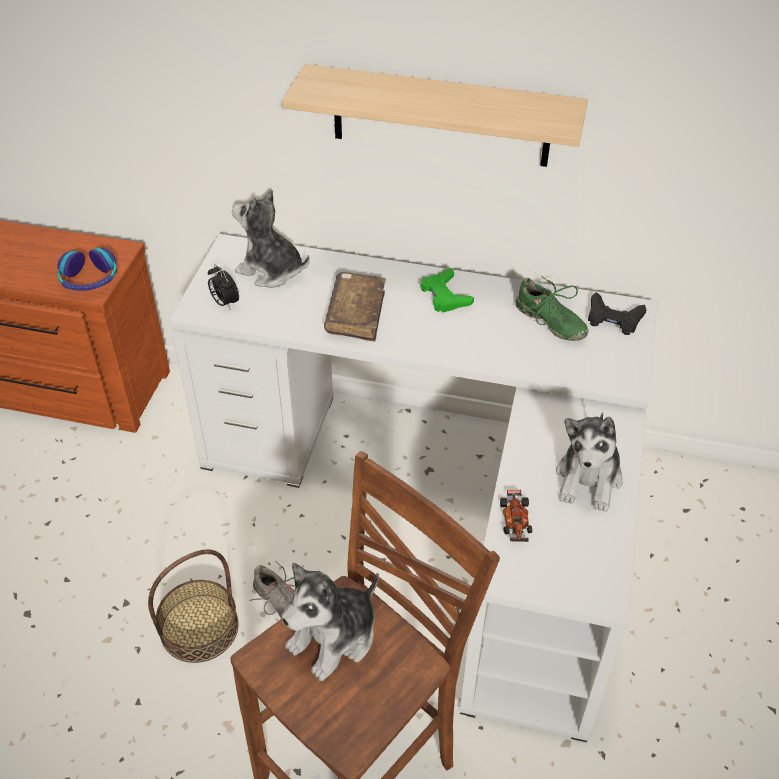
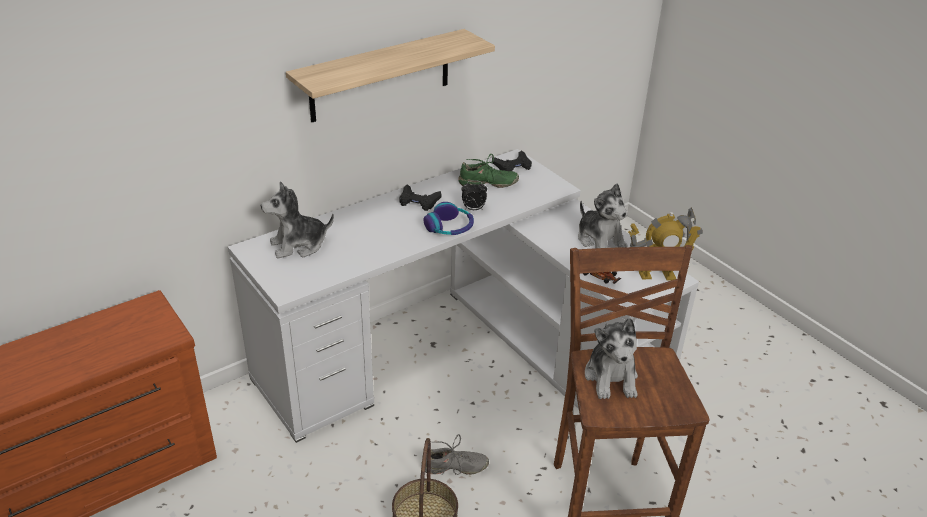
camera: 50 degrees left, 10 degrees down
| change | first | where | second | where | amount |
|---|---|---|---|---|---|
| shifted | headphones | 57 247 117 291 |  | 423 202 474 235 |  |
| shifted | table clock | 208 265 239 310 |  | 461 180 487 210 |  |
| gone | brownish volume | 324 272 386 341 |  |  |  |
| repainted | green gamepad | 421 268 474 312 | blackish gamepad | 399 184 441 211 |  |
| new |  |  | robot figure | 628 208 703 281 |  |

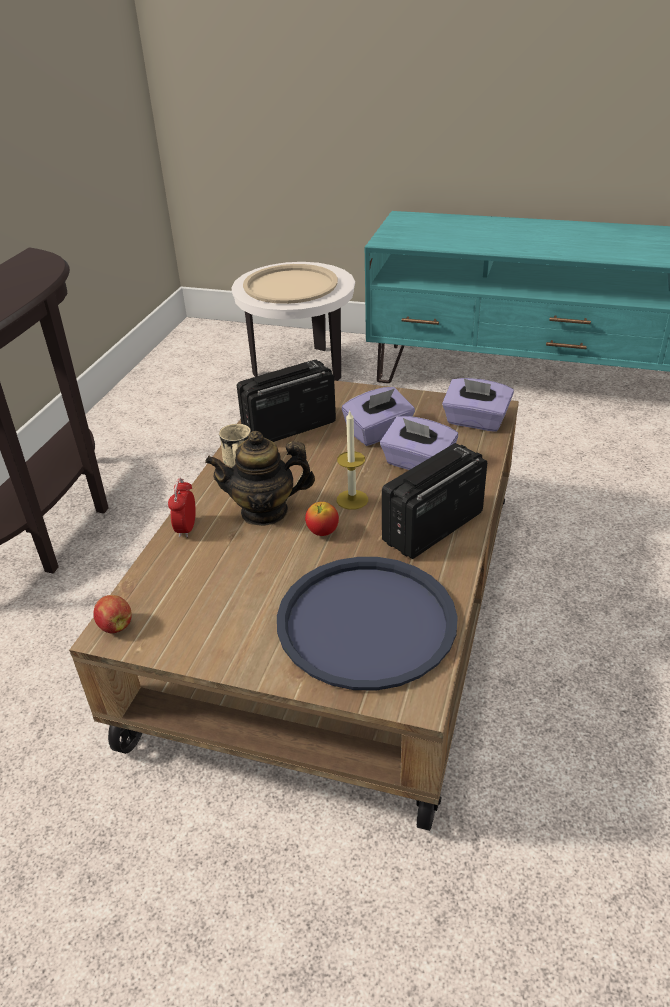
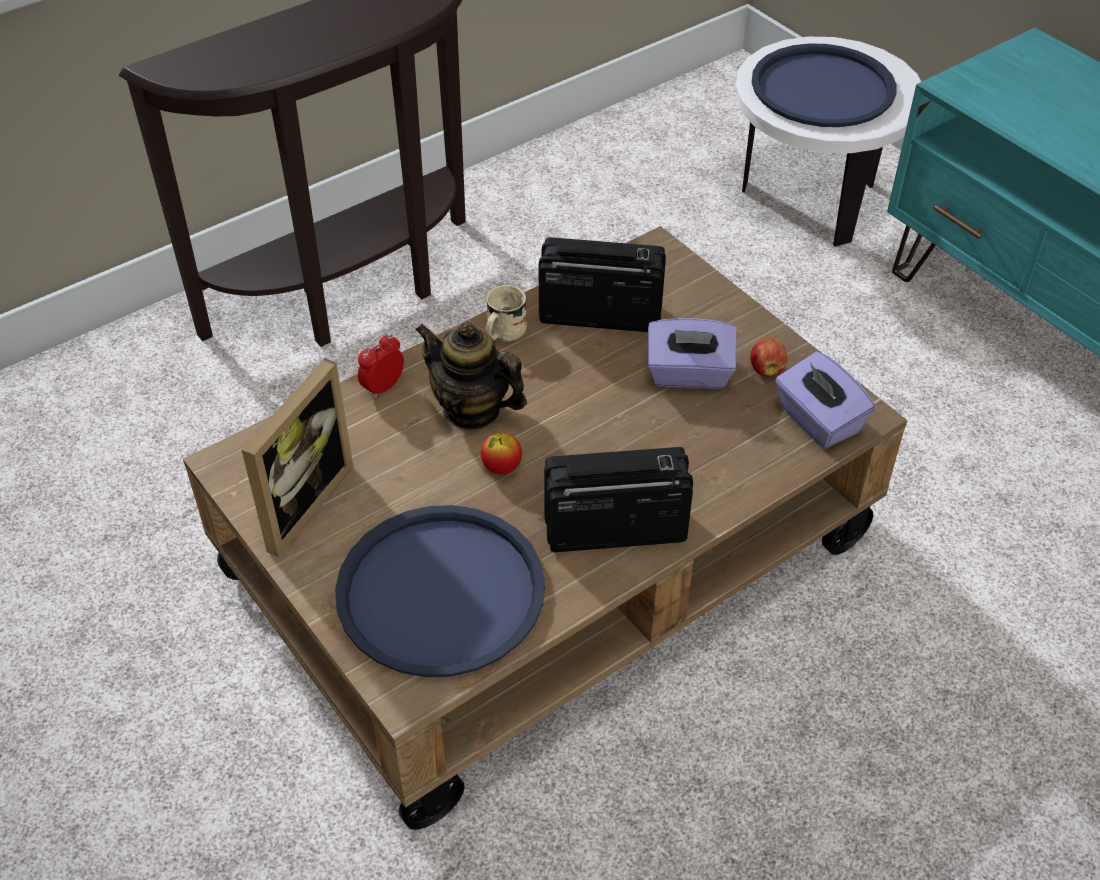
camera: 35 degrees right, 10 degrees up
| change | first | where | second | where | amount |
|---|---|---|---|---|---|
| shifted | apple | 93 595 132 633 |  | 750 337 787 377 |  |
| repainted | sand-coloured carrying tray | 243 264 338 304 | blue carrying tray | 752 43 897 127 |  |
| gone | wax light | 337 411 368 510 |  |  |  |
| gone | purple-coloured tissue holder | 380 416 458 470 |  |  |  |
| new |  |  | standing frame | 242 358 353 557 |  |

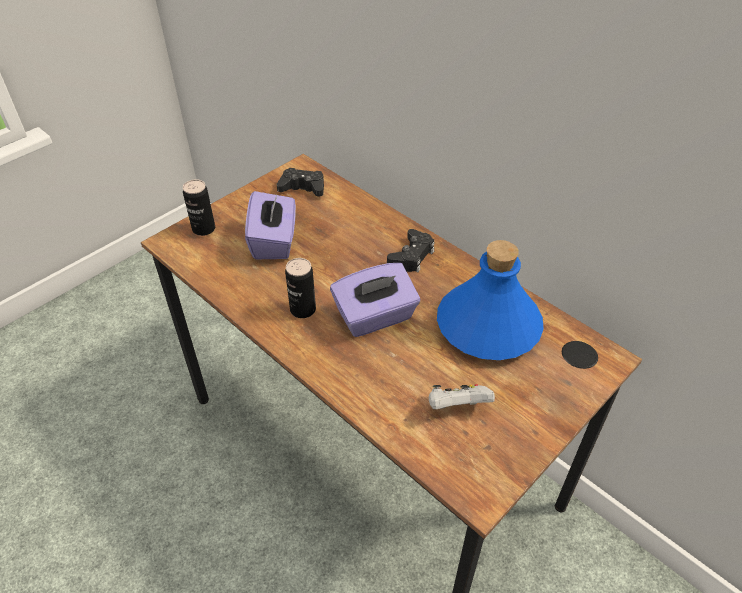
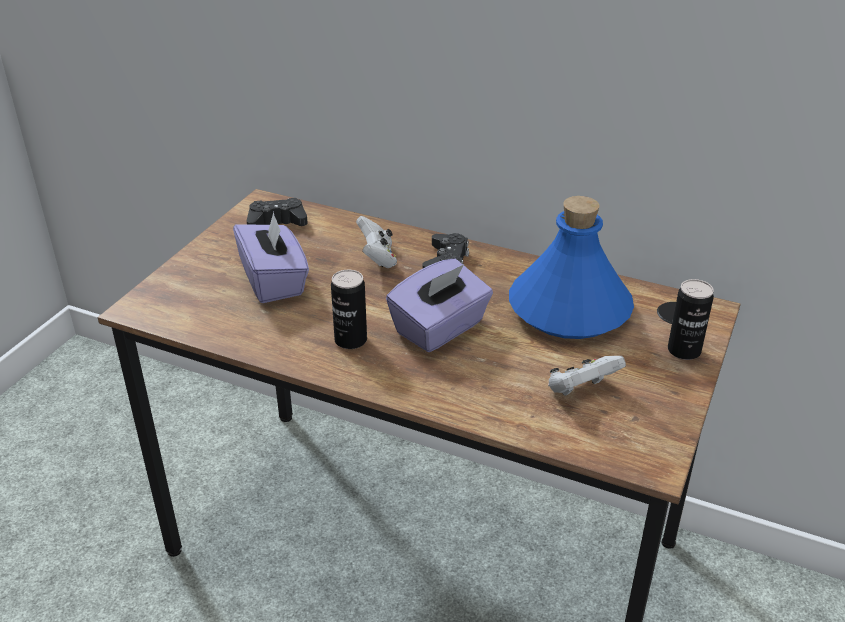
camera: 20 degrees left, 10 degrees down
| change | first | where | second | where | amount |
|---|---|---|---|---|---|
| shifted | sealed can | 183 179 215 236 |  | 668 279 714 360 |  |
| new |  |  | white-coloured gamepad | 356 216 397 268 |  |

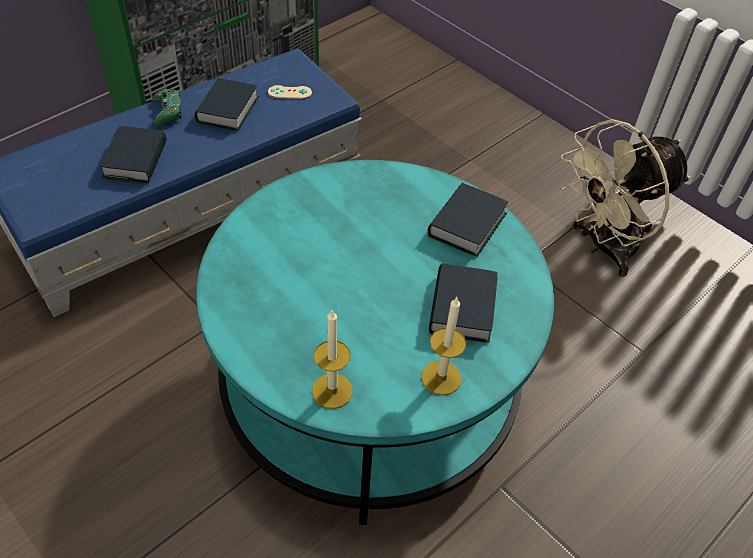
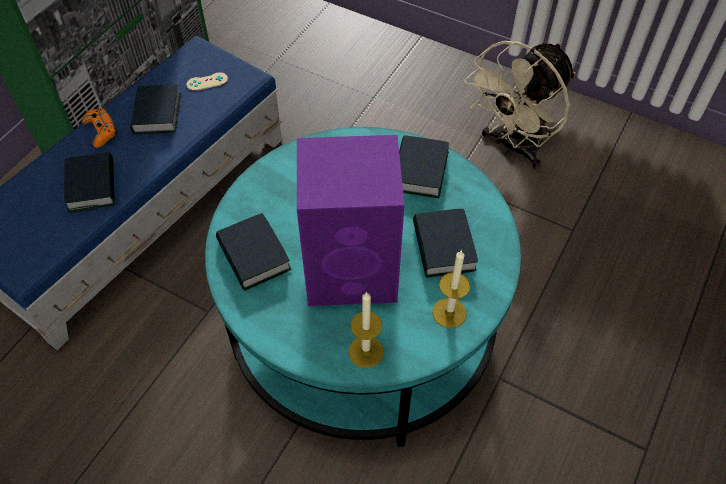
camera: 15 degrees left, 5 degrees up
| change | first | where | second | where | amount |
|---|---|---|---|---|---|
| repainted | green gamepad | 152 89 182 126 | orange gamepad | 82 108 118 148 |  |
| new |  |  | volume | 216 213 291 291 |  |
| new |  |  | purple-coloured loudspeaker | 297 135 405 306 |  |

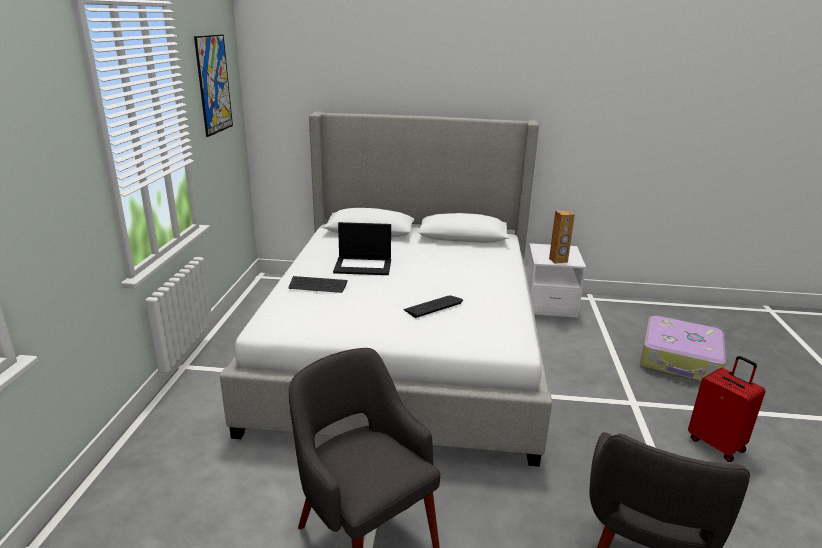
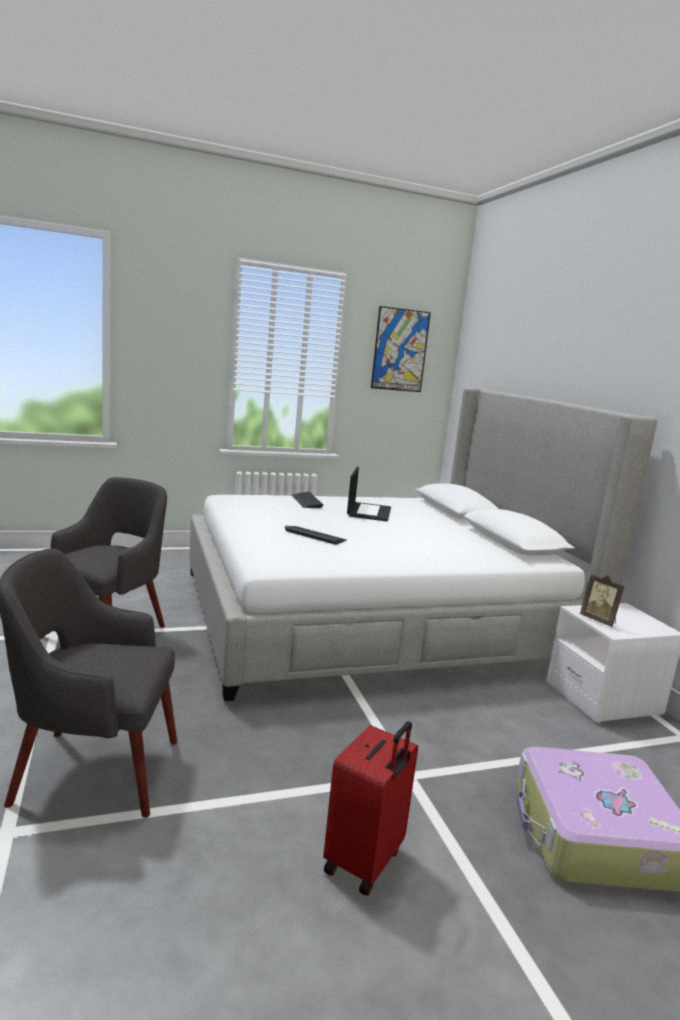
camera: 65 degrees right, 10 degrees down
| change | first | where | second | where | amount |
|---|---|---|---|---|---|
| rotated | portable computer | 333 222 391 275 |  | 347 467 391 521 | 150 degrees counterclockwise |
| swapped | brownish loudspeaker | 549 210 575 264 | standing frame | 580 574 624 627 |  |

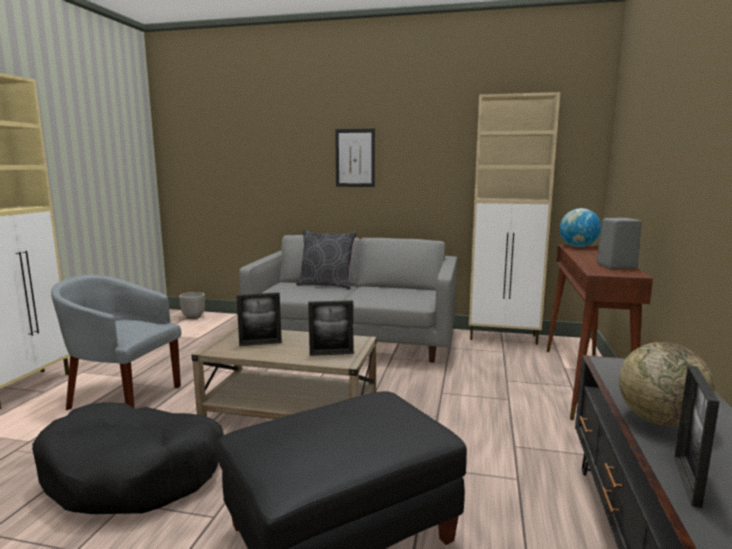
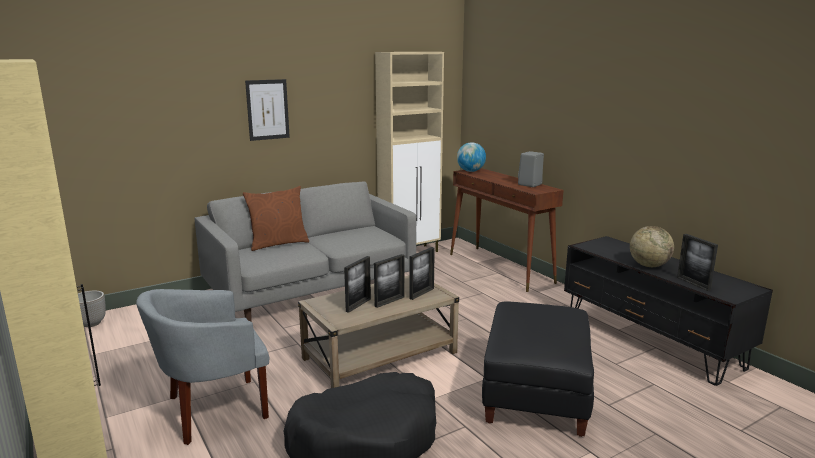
camera: 45 degrees left, 5 degrees up
| change | first | where | second | where | amount |
|---|---|---|---|---|---|
| repainted | greyish cushion | 296 230 357 289 | brownish cushion | 243 186 309 251 |  |
| new |  |  | standing frame | 374 254 405 308 |  |

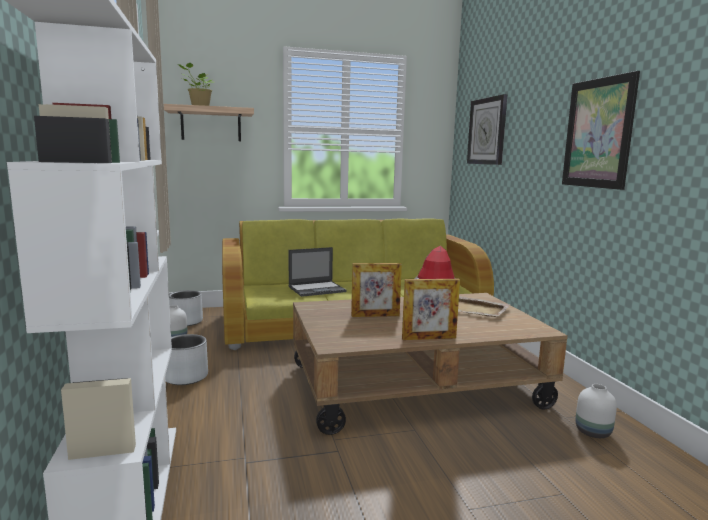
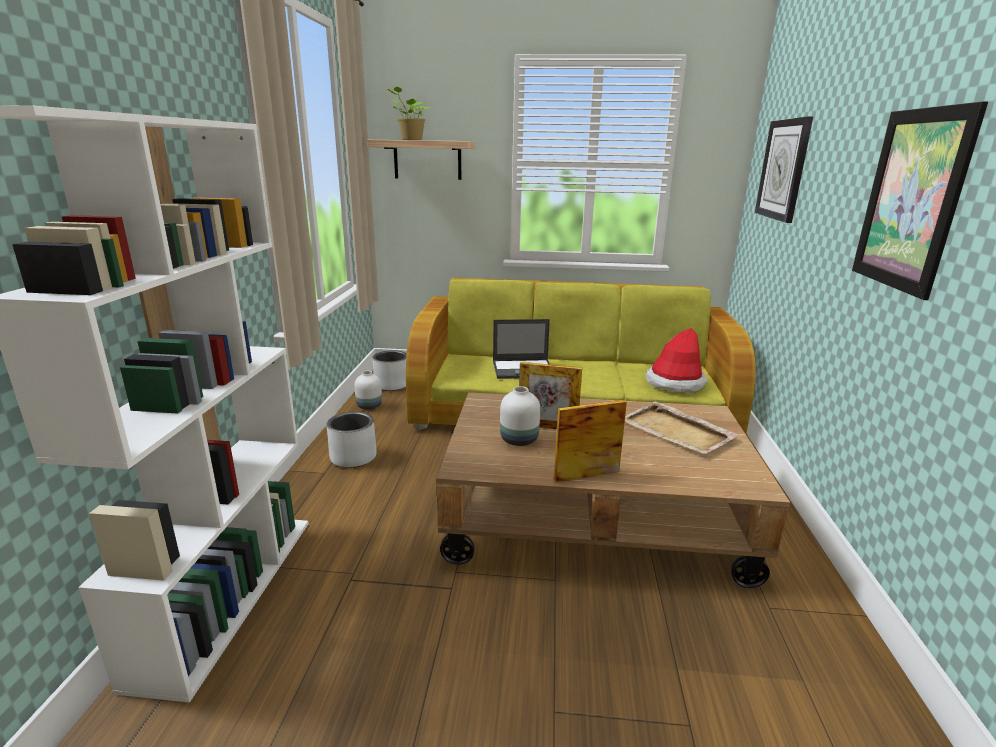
camera: 20 degrees right, 10 degrees up
| change | first | where | second | where | amount |
|---|---|---|---|---|---|
| rotated | standing frame | 402 279 460 340 |  | 554 400 627 483 | 150 degrees clockwise |
| shifted | white-coloured decorative vase | 576 384 617 438 |  | 500 386 540 446 |  |

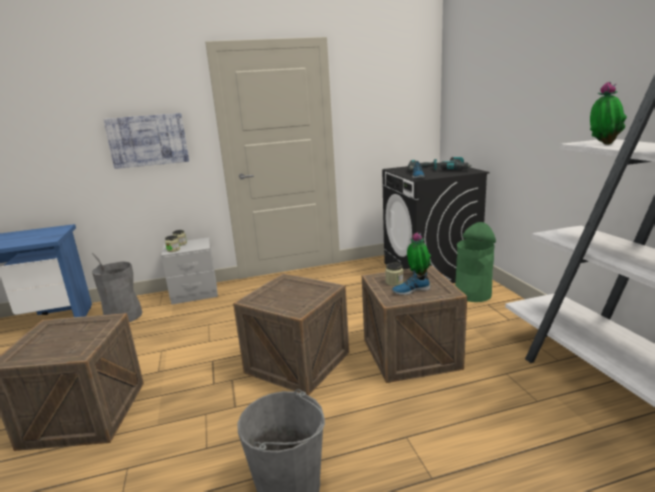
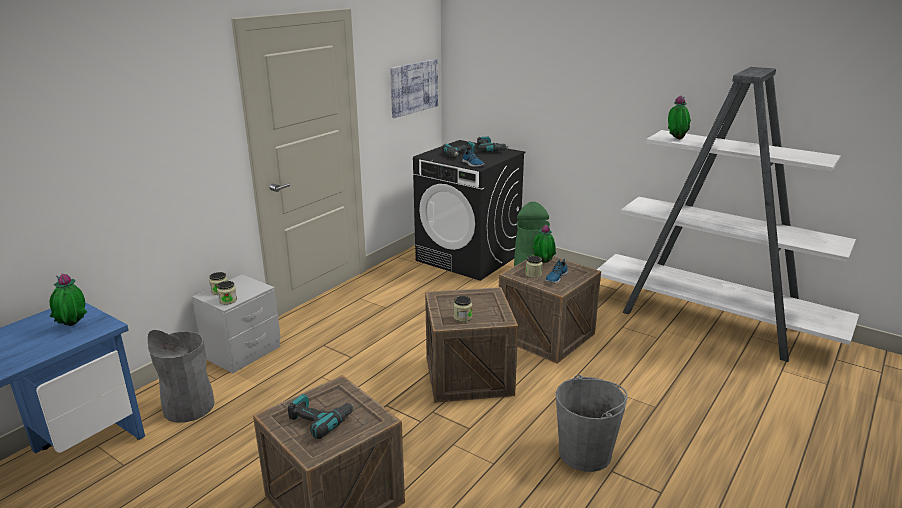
camera: 40 degrees left, 5 degrees up
| change | first | where | second | where | amount |
|---|---|---|---|---|---|
| shifted | wall art | 103 113 189 169 |  | 390 59 438 118 |  |
| new |  |  | houseplant | 50 274 87 326 |  |
| new |  |  | power drill | 288 394 354 439 |  |
| new |  |  | jar | 453 296 472 322 |  |

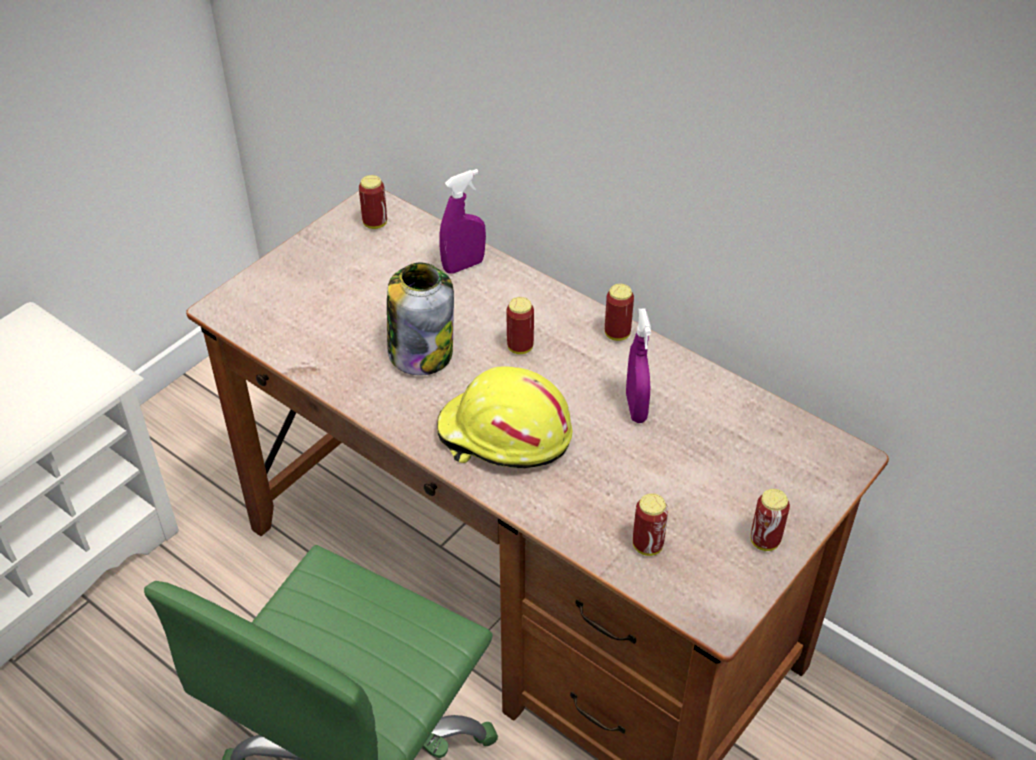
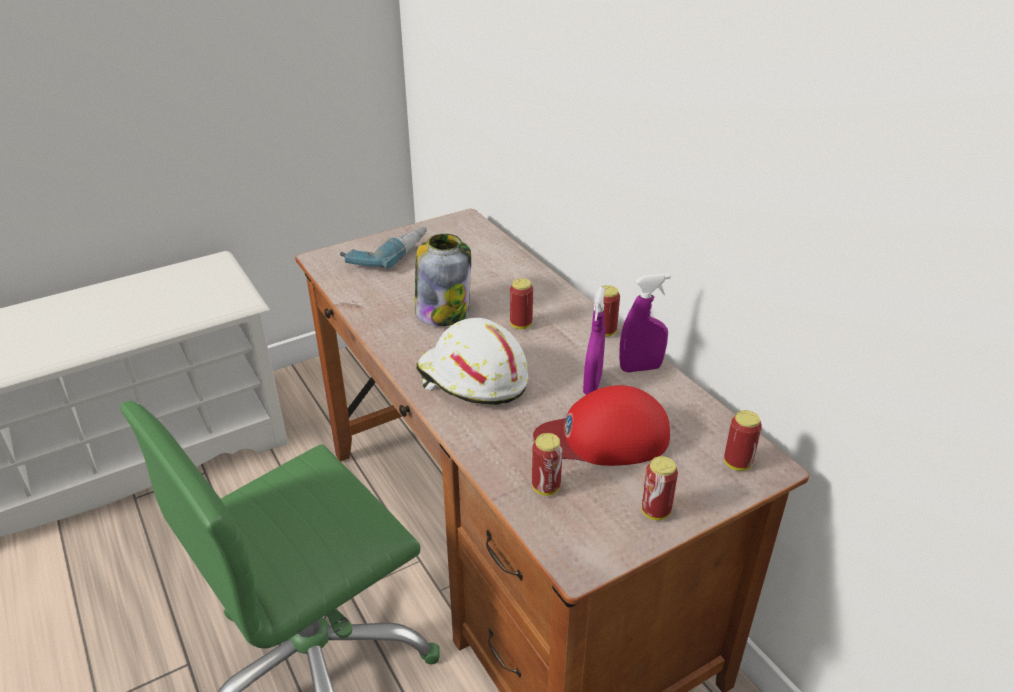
camera: 20 degrees right, 10 degrees down
| change | first | where | second | where | amount |
|---|---|---|---|---|---|
| shifted | sealed can | 359 175 387 229 |  | 724 410 762 471 |  |
| repainted | yellow hard hat | 437 366 572 468 | white-coloured hard hat | 416 318 528 405 |  |
| shifted | purple-coloured hand sprayer | 439 169 486 274 |  | 619 273 671 372 |  |
| new |  |  | power drill | 340 226 427 269 |  |
| new |  |  | red peaked cap | 533 385 670 466 |  |

